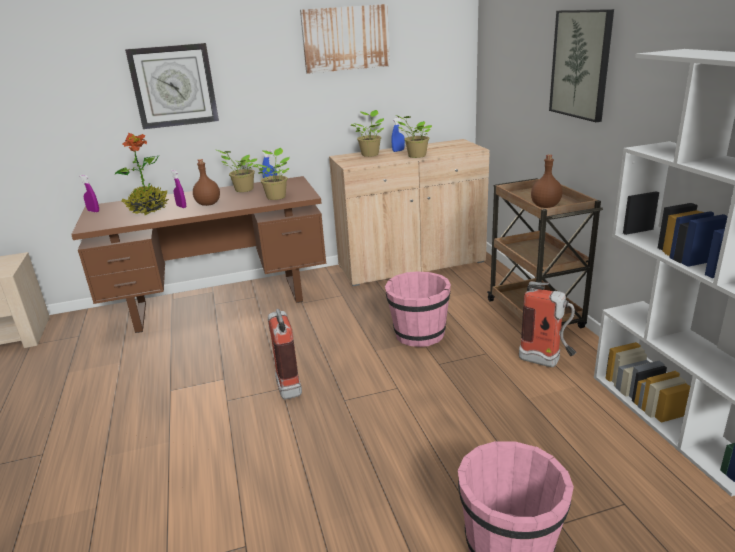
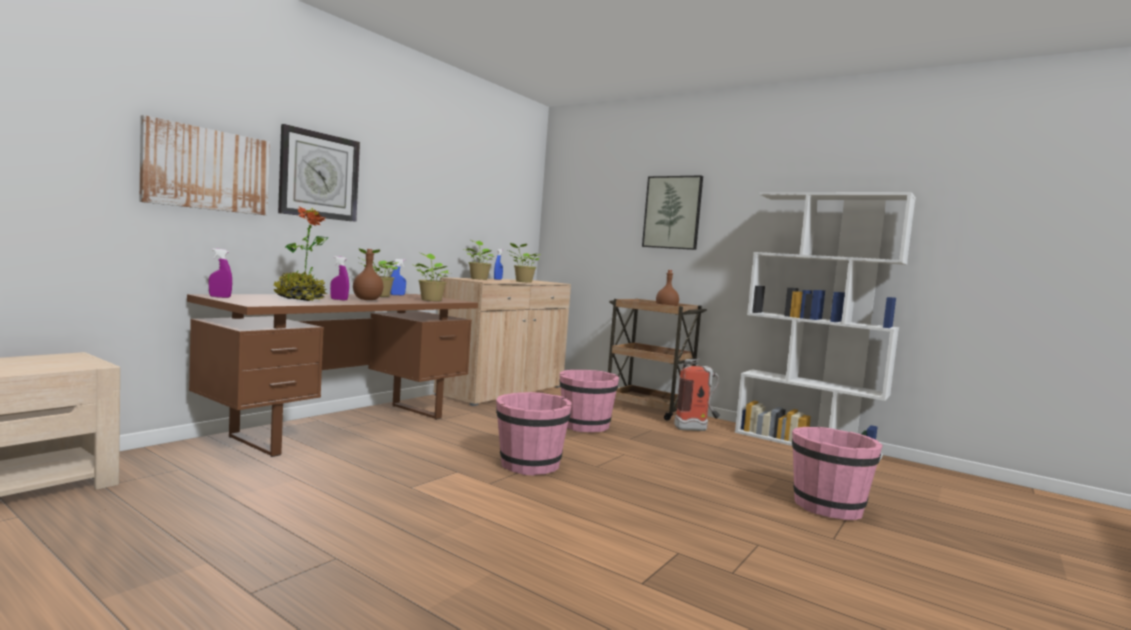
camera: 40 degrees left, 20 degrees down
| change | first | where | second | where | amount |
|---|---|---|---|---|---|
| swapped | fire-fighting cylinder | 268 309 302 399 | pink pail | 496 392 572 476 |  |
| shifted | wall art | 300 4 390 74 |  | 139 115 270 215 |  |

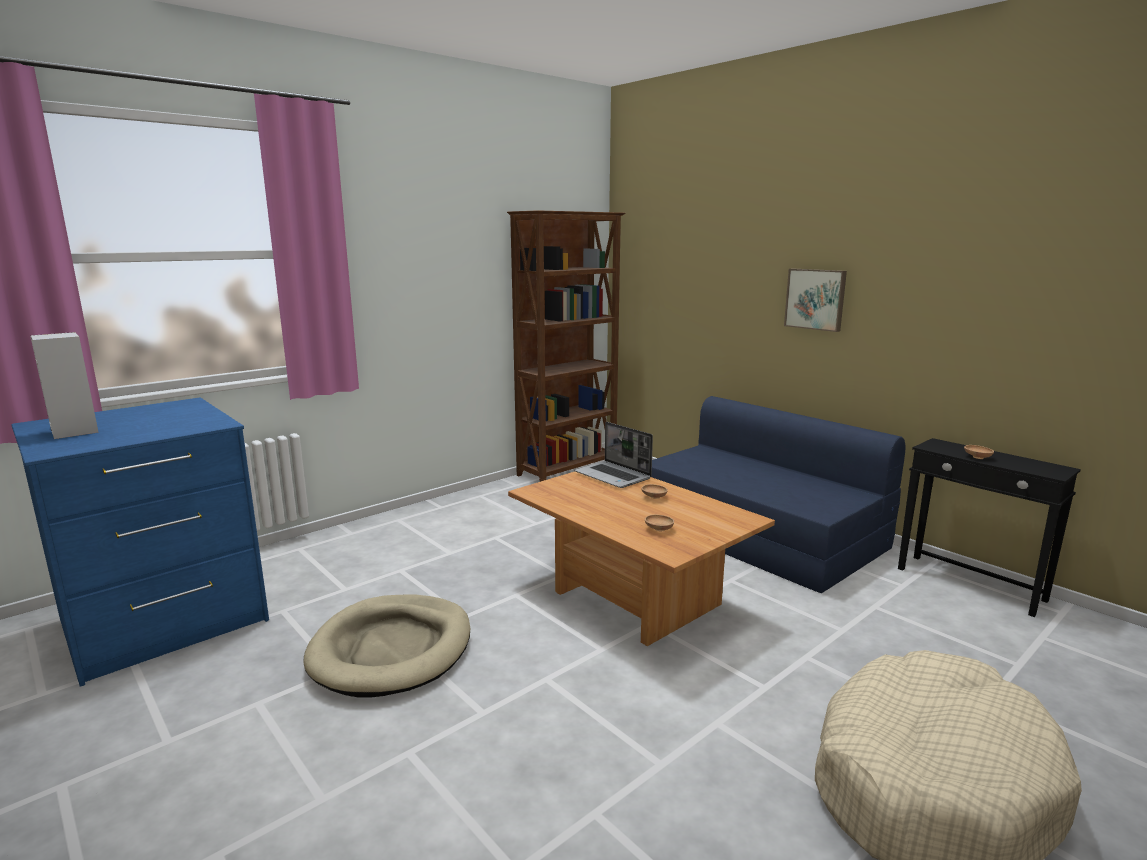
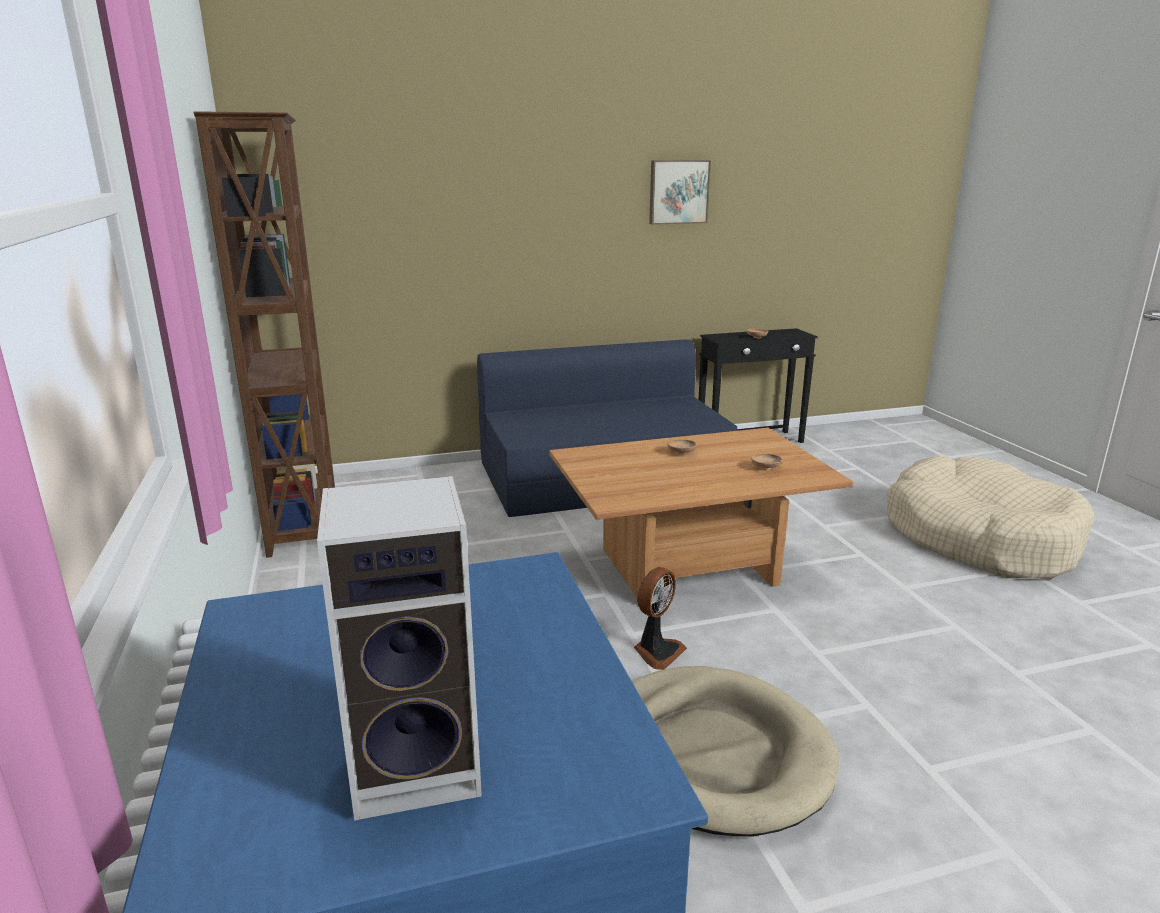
camera: 65 degrees left, 5 degrees up
| change | first | where | second | where | amount |
|---|---|---|---|---|---|
| gone | portable computer | 575 422 653 488 |  |  |  |
| shifted | wall art | 784 269 847 332 |  | 649 160 711 225 |  |
| new |  |  | cooling fan | 634 567 687 670 |  |

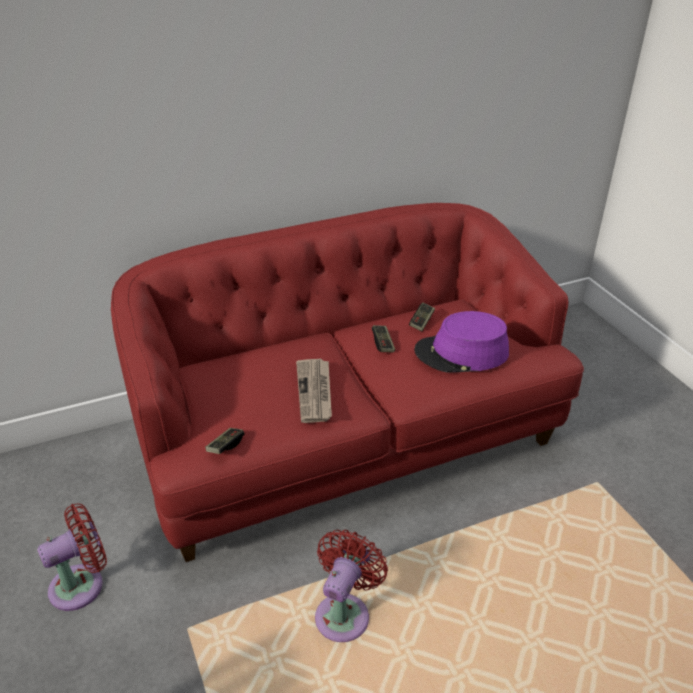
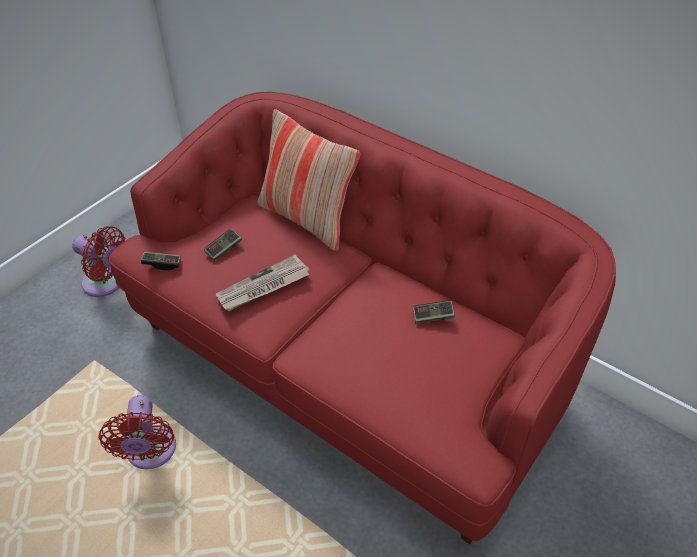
camera: 60 degrees right, 10 degrees up
| change | first | where | second | where | amount |
|---|---|---|---|---|---|
| rotated | red cooling fan | 315 530 388 642 |  | 98 395 176 470 | 90 degrees clockwise |
| shifted | gamepad | 372 325 395 352 |  | 204 228 242 261 |  |
| gone | purple-coloured clothing hat | 414 311 509 373 |  |  |  |
| new |  |  | cushion | 257 109 360 251 |  |

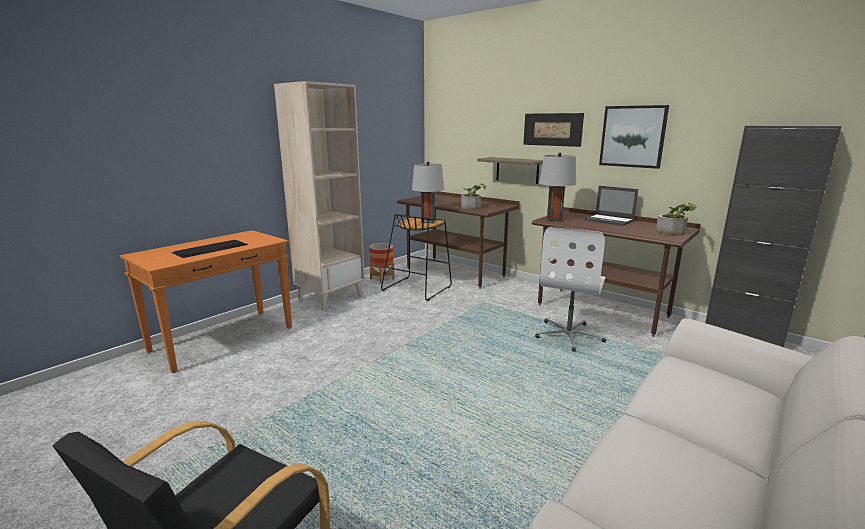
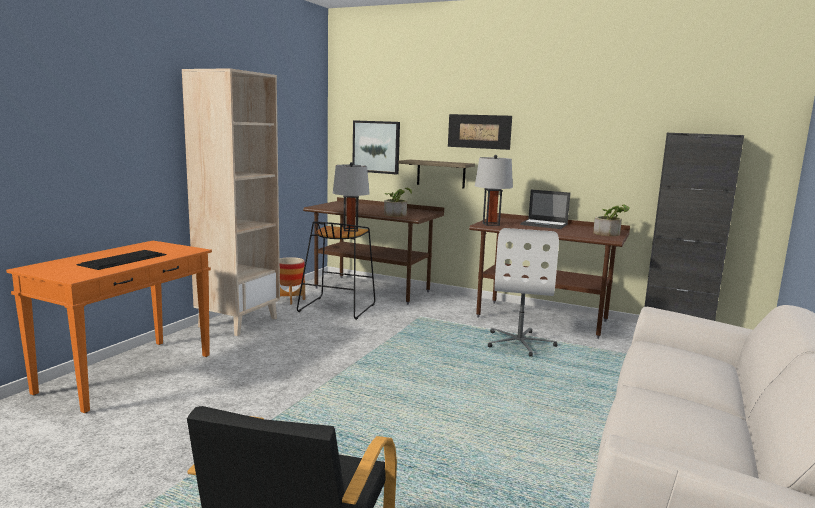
camera: 15 degrees left, 5 degrees down
| change | first | where | second | where | amount |
|---|---|---|---|---|---|
| shifted | wall art | 599 105 669 169 |  | 353 120 400 175 |  |

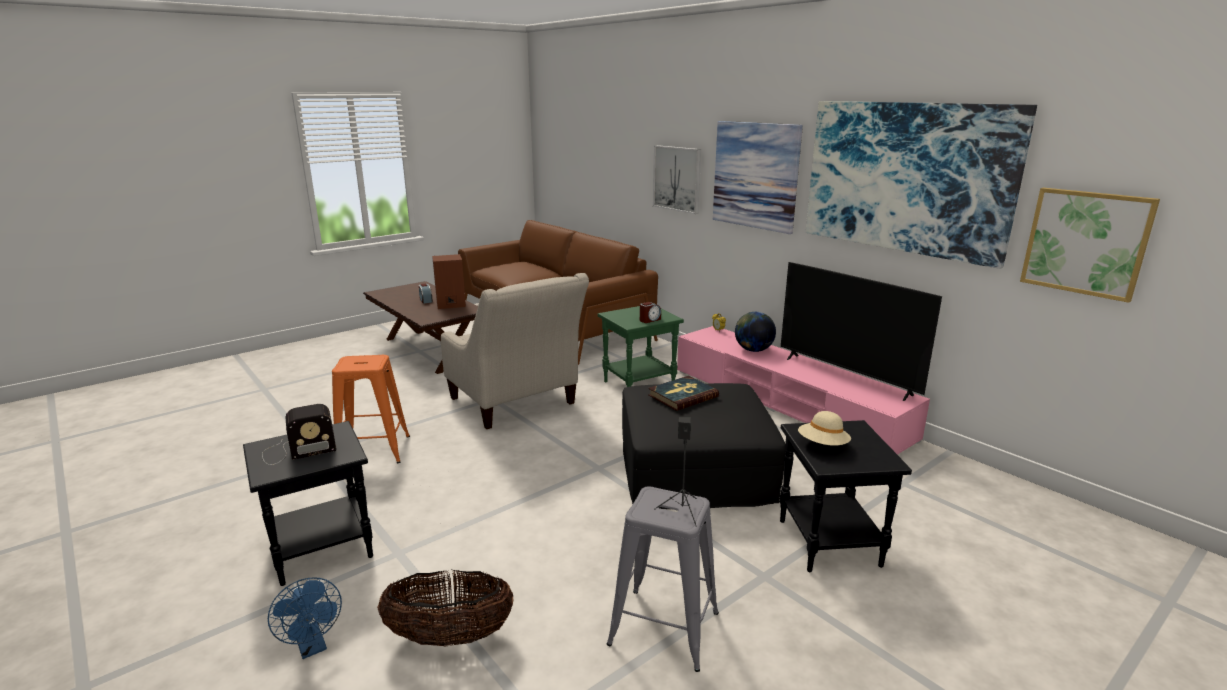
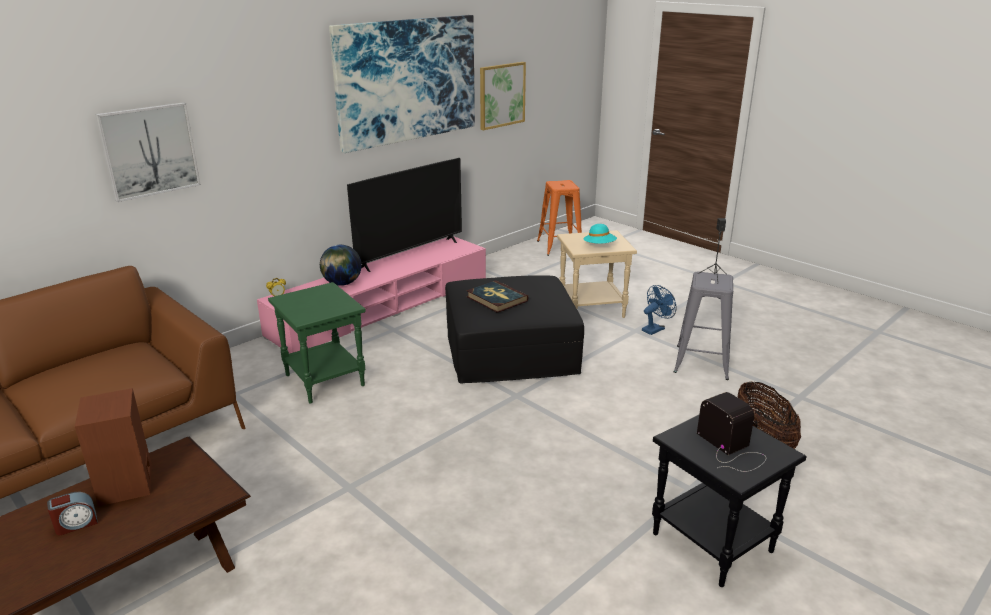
camera: 95 degrees left, 5 degrees up
| change | first | where | second | where | amount |
|---|---|---|---|---|---|
| shifted | blue cooling fan | 268 577 342 659 |  | 642 285 677 335 |  |
| shifted | orange sitting stool | 332 355 410 463 |  | 537 180 582 256 |  |
| gone | sand-coloured easy chair | 441 273 589 429 |  |  |  |
| gone | table clock | 640 302 661 323 |  |  |  |
| gone | wall art | 713 121 803 234 |  |  |  |
| repainted | blackish accent table | 780 420 912 572 | sand-coloured accent table | 557 230 637 318 |  |
| repainted | sand-coloured clothing hat | 798 411 851 446 | turquoise clothing hat | 584 224 617 244 |  |

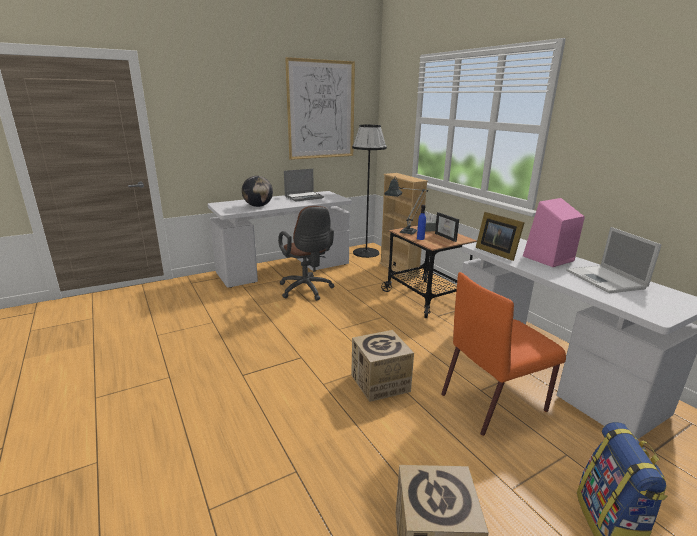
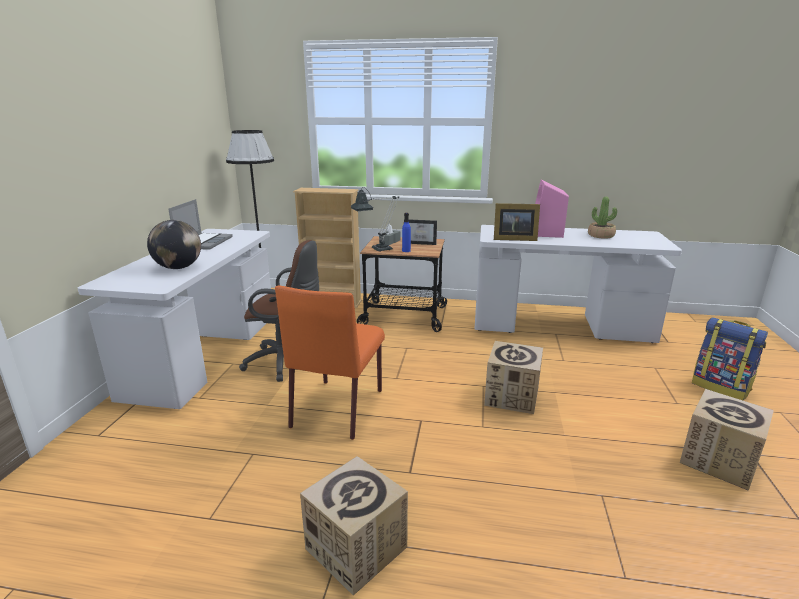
camera: 50 degrees left, 0 degrees up
| change | first | where | second | where | amount |
|---|---|---|---|---|---|
| gone | wall art | 285 57 355 160 |  |  |  |
| shifted | orange plain chair | 441 272 566 436 |  | 275 286 385 440 |  |
| swapped | portable computer | 566 227 661 293 | houseplant | 588 197 617 239 |  |
| new |  |  | carton | 300 456 408 595 |  |

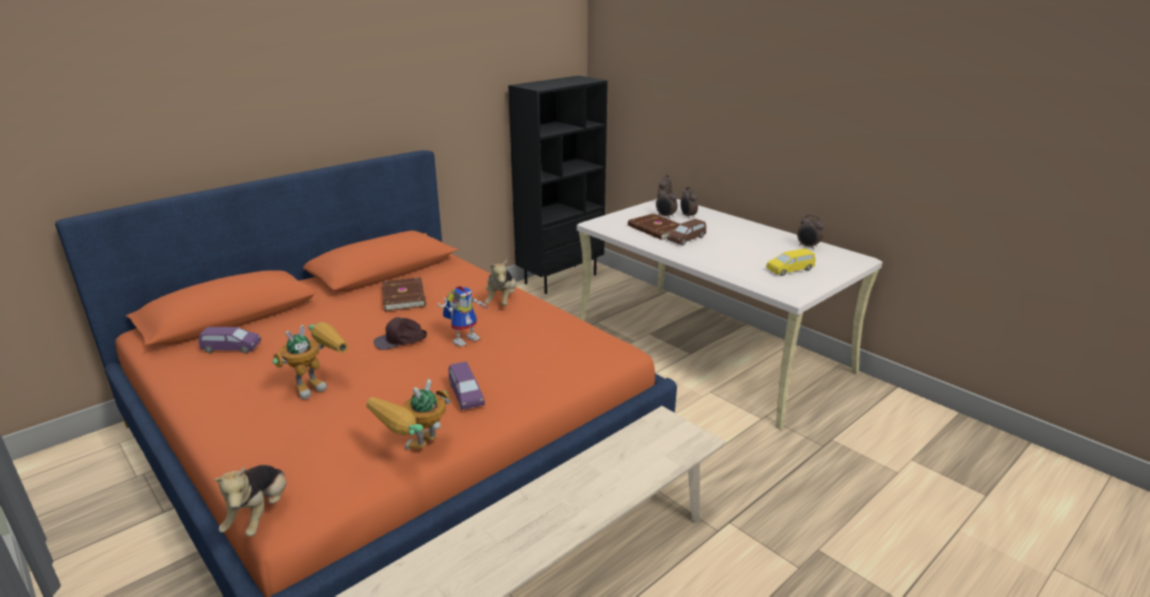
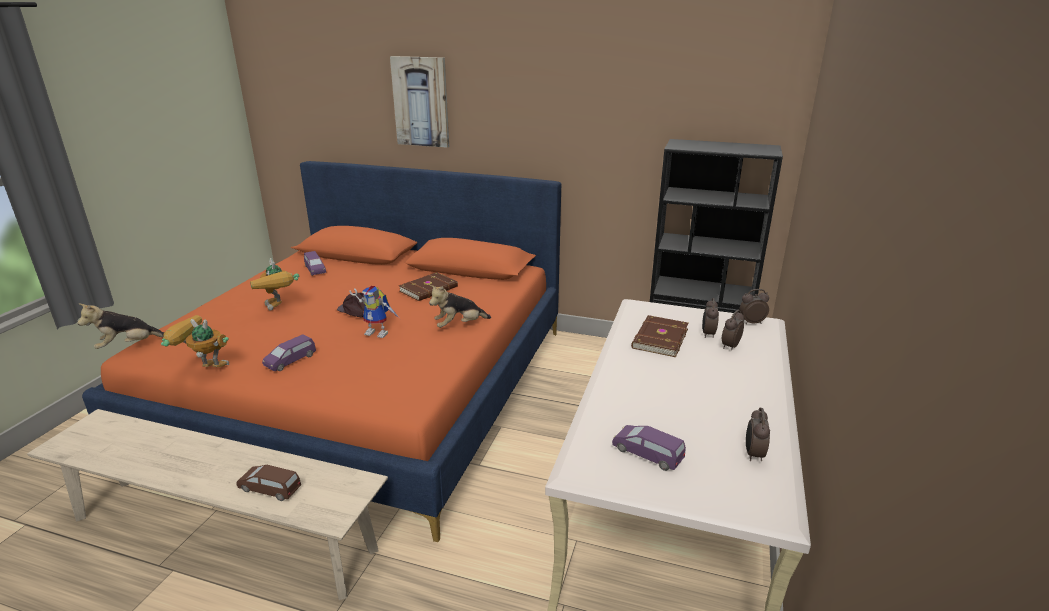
camera: 60 degrees right, 0 degrees up
| change | first | where | second | where | amount |
|---|---|---|---|---|---|
| rotated | robot figure | 272 322 348 399 |  | 250 258 299 311 | 45 degrees clockwise |
| shifted | brownish toy car | 667 219 706 245 |  | 237 465 301 501 |  |
| repainted | yellow toy car | 766 249 816 276 | purple-coloured toy car | 612 425 686 471 |  |
| new |  |  | wall art | 390 56 449 148 |  |

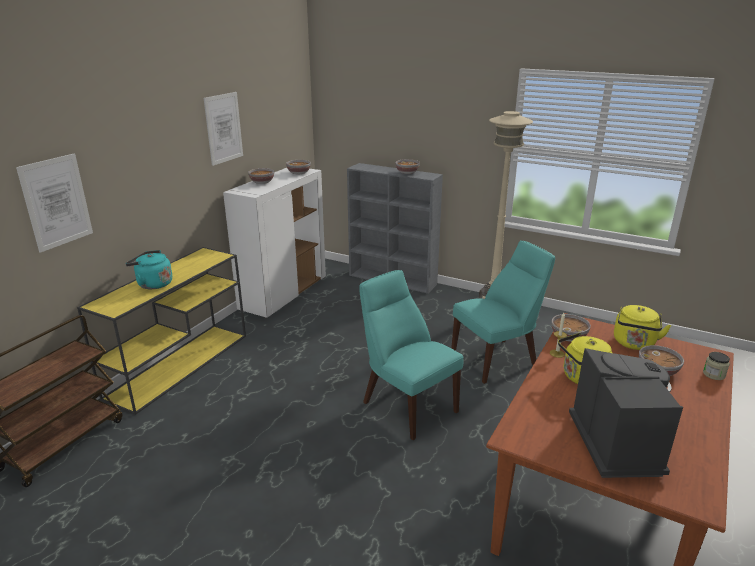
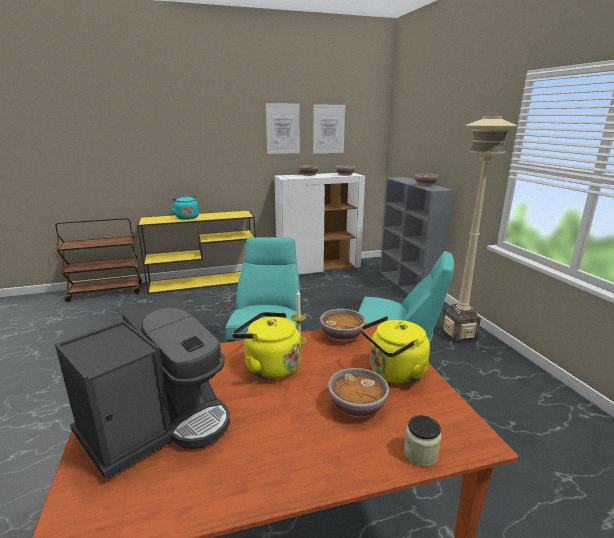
camera: 45 degrees right, 5 degrees down
| change | first | where | second | where | amount |
|---|---|---|---|---|---|
| shifted | wall art | 16 154 93 253 |  | 313 105 345 154 |  |

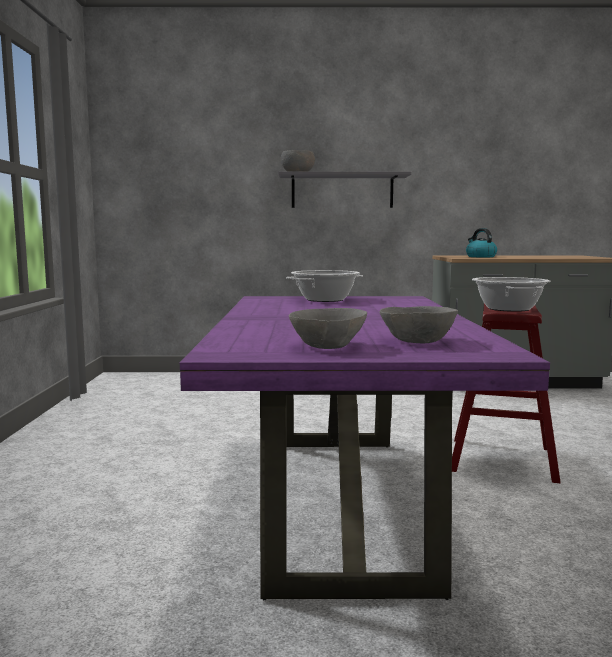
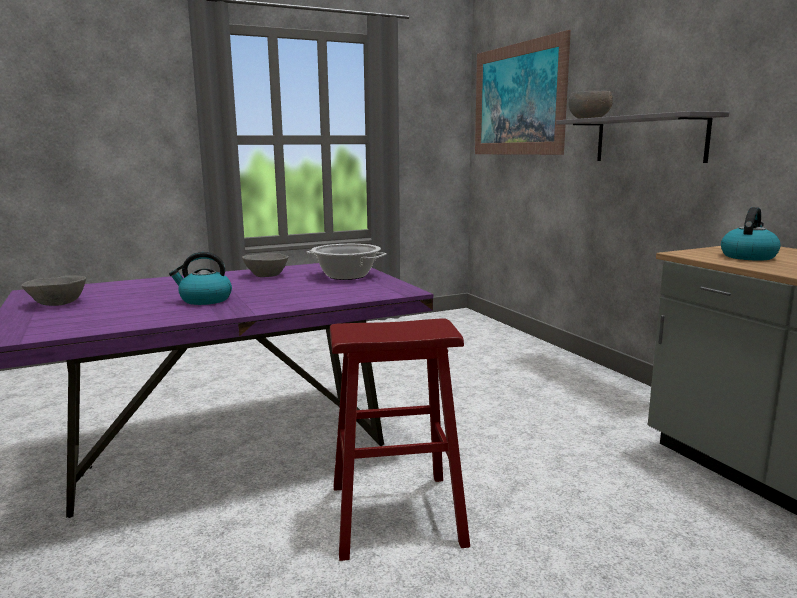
camera: 65 degrees right, 5 degrees up
| change | first | where | second | where | amount |
|---|---|---|---|---|---|
| shifted | greyish deep dish | 380 306 458 343 |  | 242 253 289 277 |  |
| gone | cooking pot | 472 277 550 312 |  |  |  |
| new |  |  | tea kettle | 169 252 232 305 |  |
| new |  |  | wall art | 475 30 571 155 |  |

